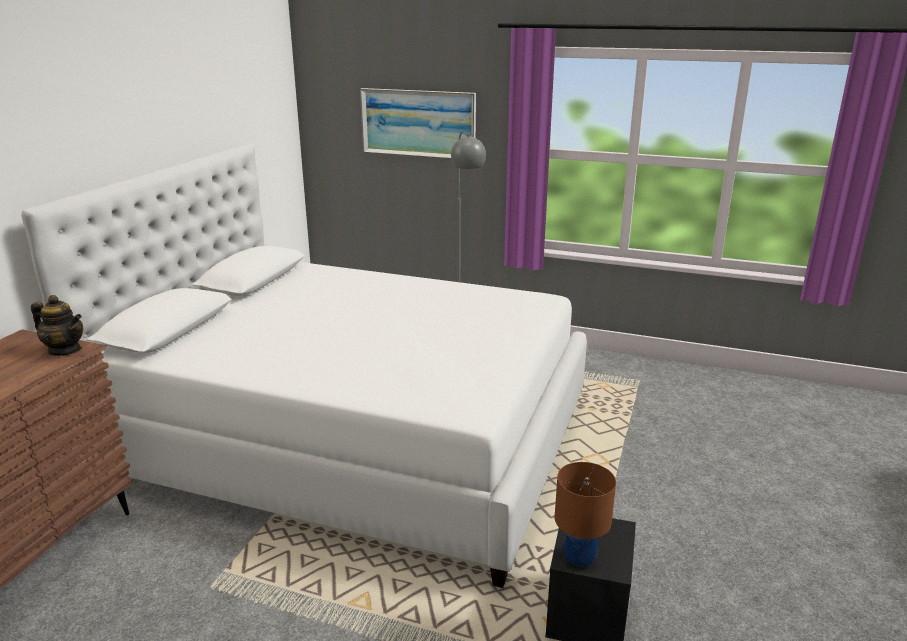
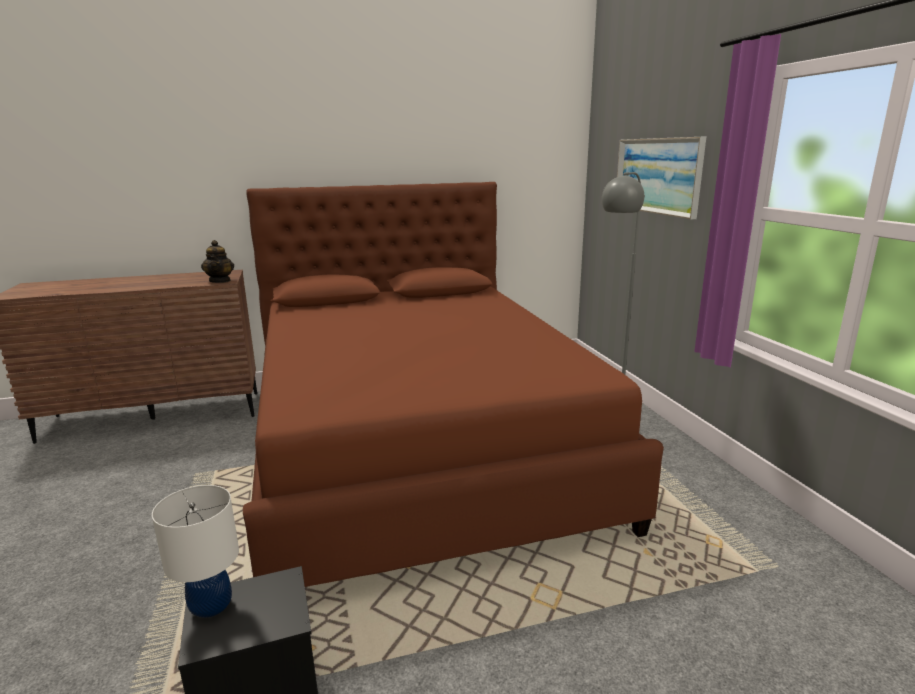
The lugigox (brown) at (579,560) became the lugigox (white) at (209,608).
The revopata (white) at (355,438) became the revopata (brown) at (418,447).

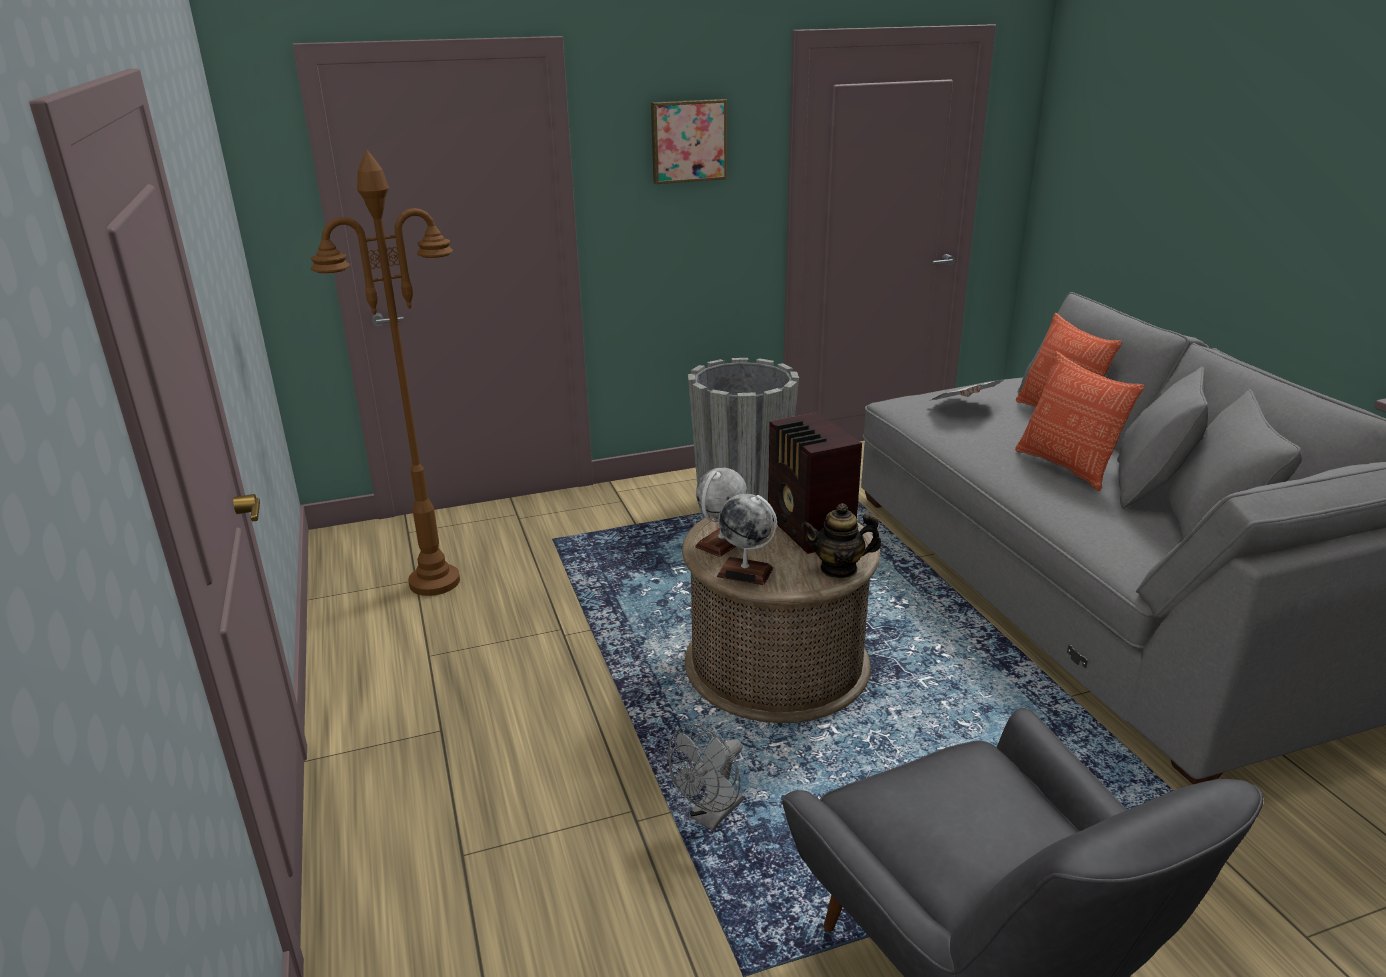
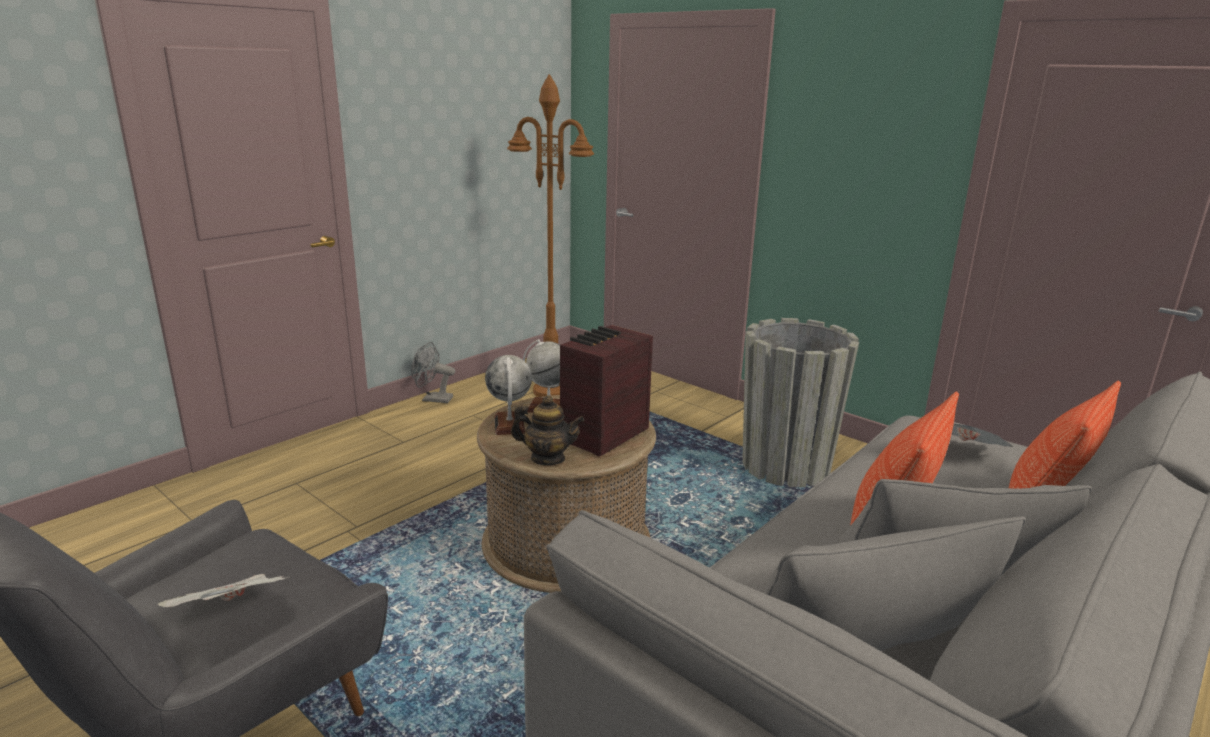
The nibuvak at (234,614) appeared.
The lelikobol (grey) moved from (711,816) to (432,399).
The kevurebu at (839,568) turned 135 degrees clockwise.
The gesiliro at (688,141) disappeared.

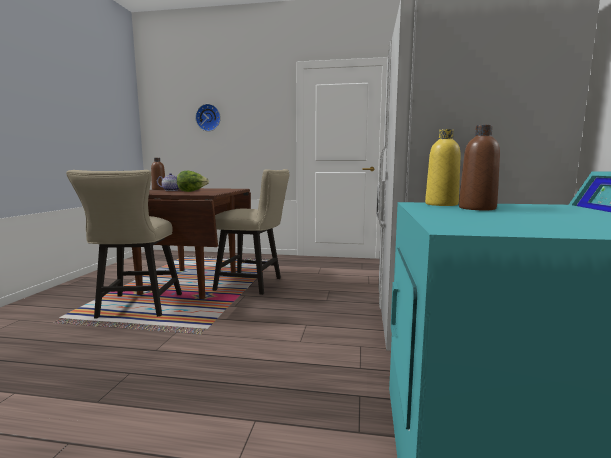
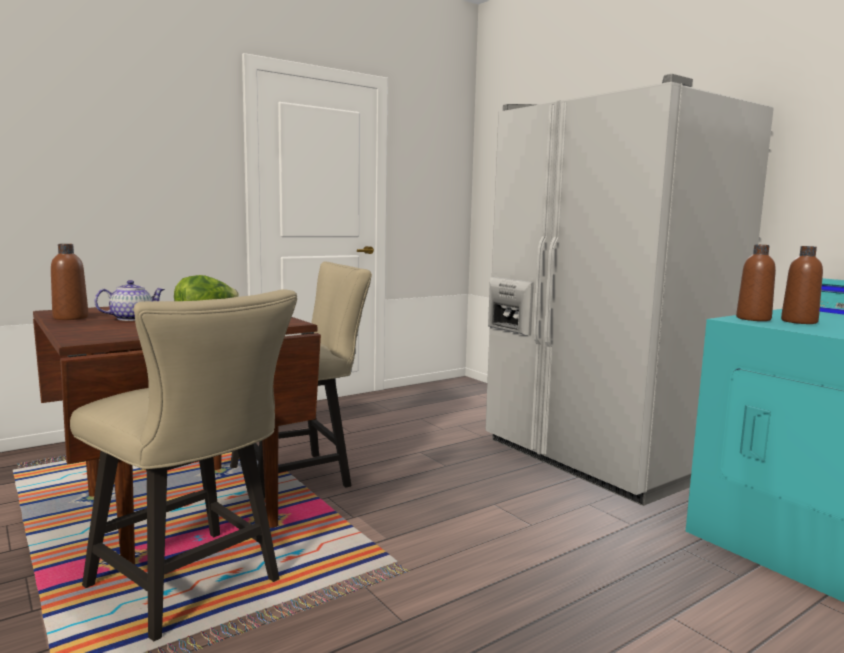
The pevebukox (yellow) at (441,204) became the pevebukox (brown) at (753,319).
The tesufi at (208,117) disappeared.

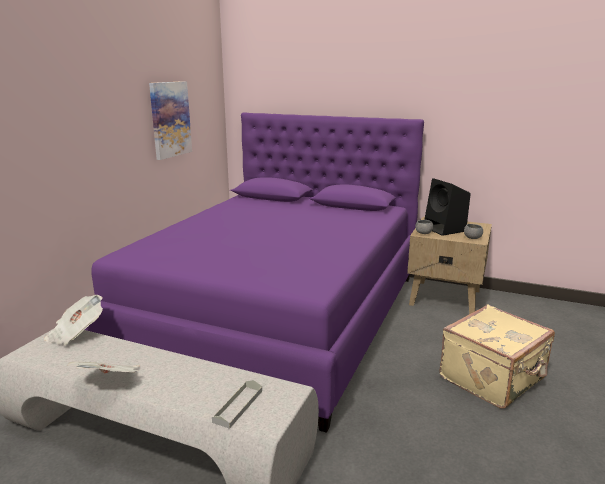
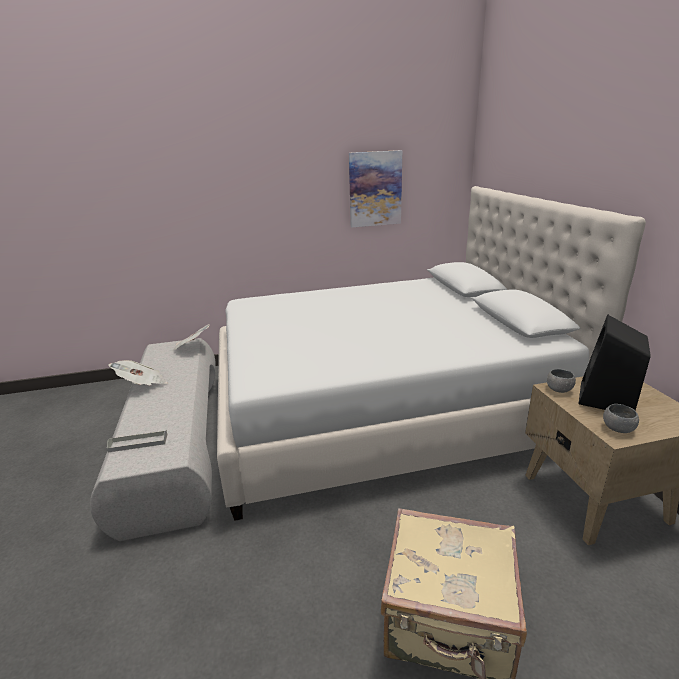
The revopata (purple) at (277,315) became the revopata (white) at (382,408).

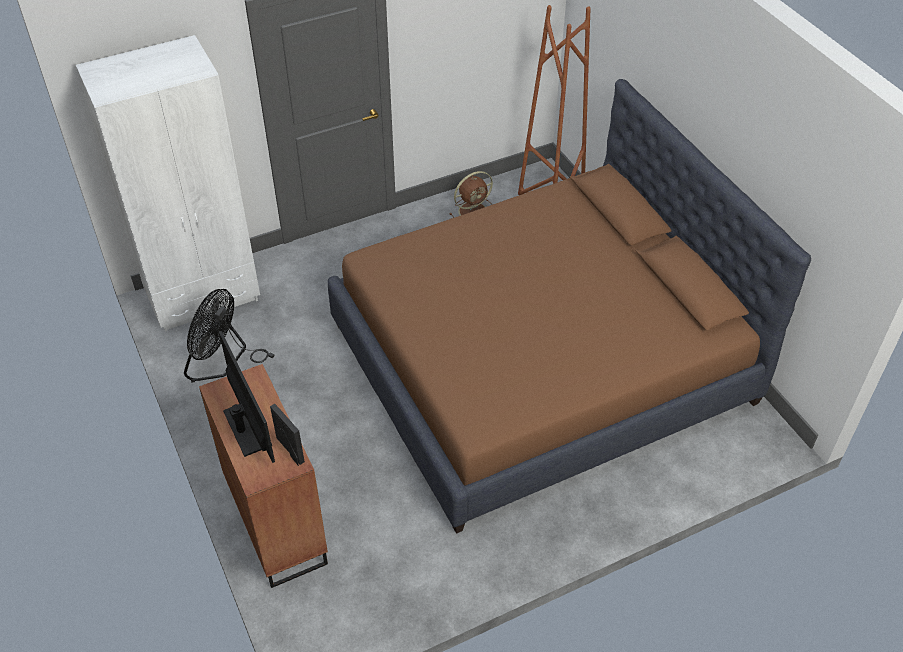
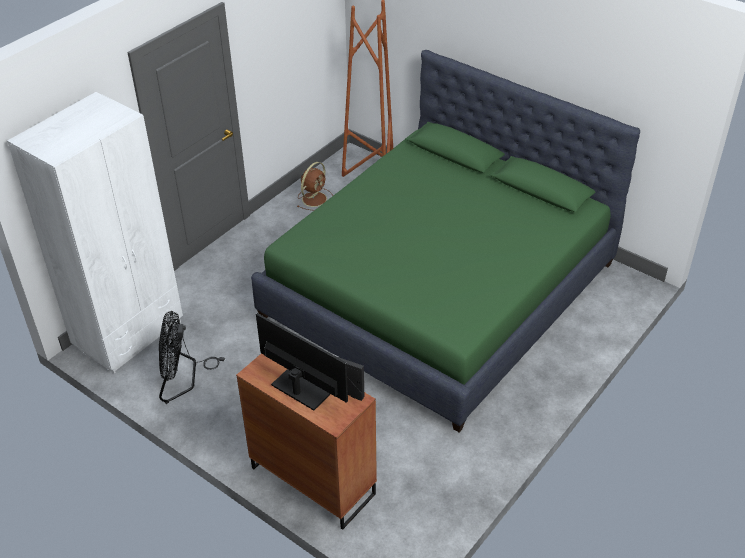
The revopata (brown) at (540,361) became the revopata (green) at (439,289).

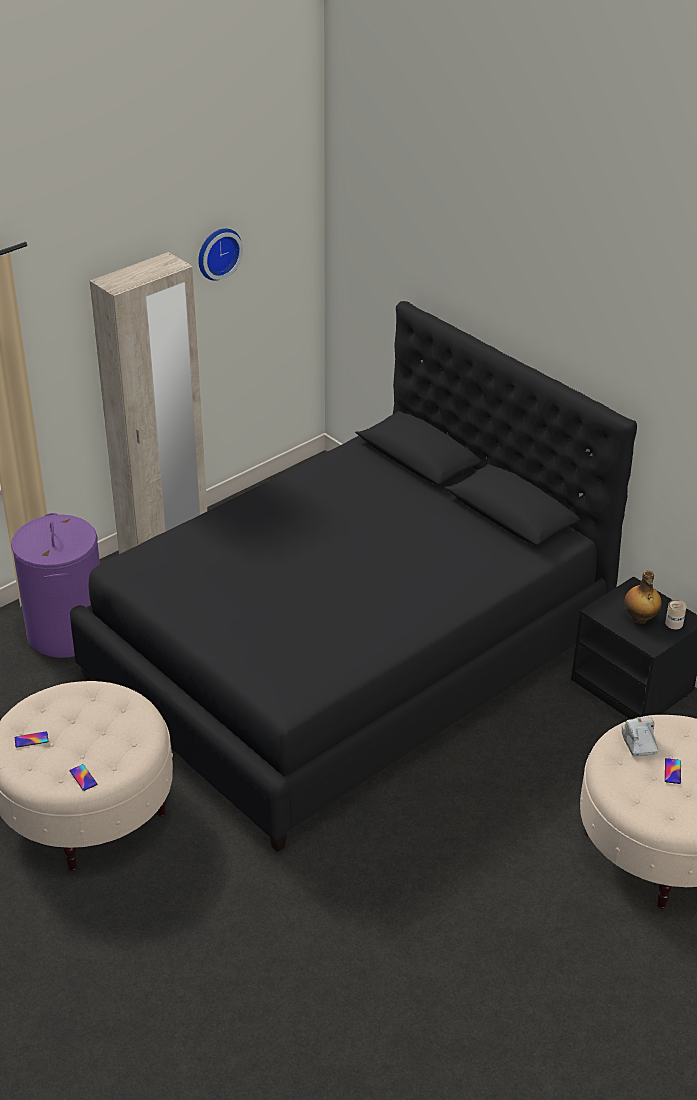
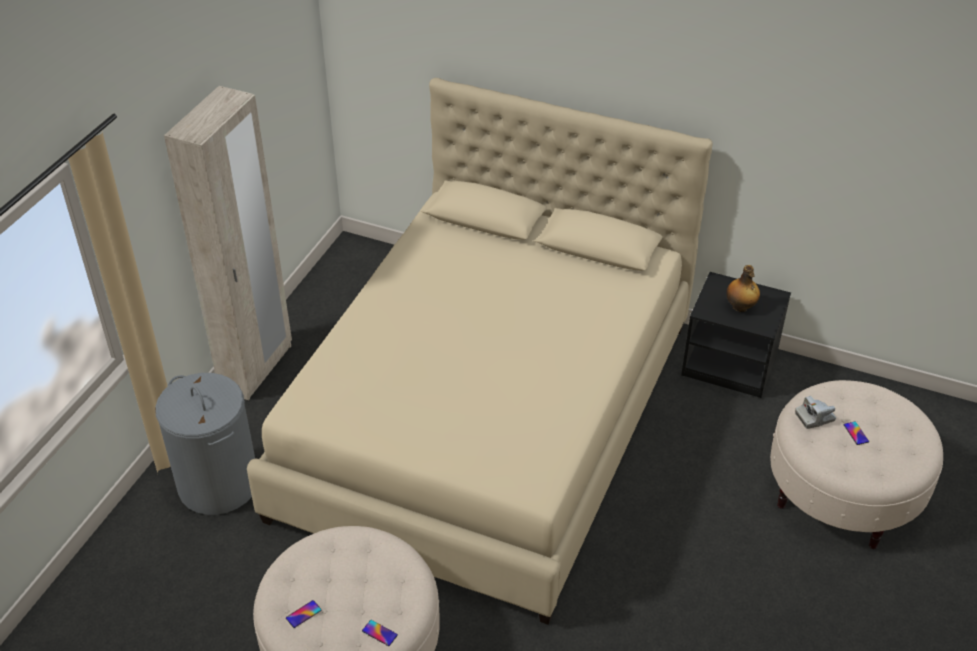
The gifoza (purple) at (66,632) became the gifoza (grey) at (218,484).
The revopata (black) at (349,656) became the revopata (beige) at (489,417).
The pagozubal at (639,742) turned 75 degrees counterclockwise.
The tesufi at (217,252) disappeared.
The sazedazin at (674,623) disappeared.

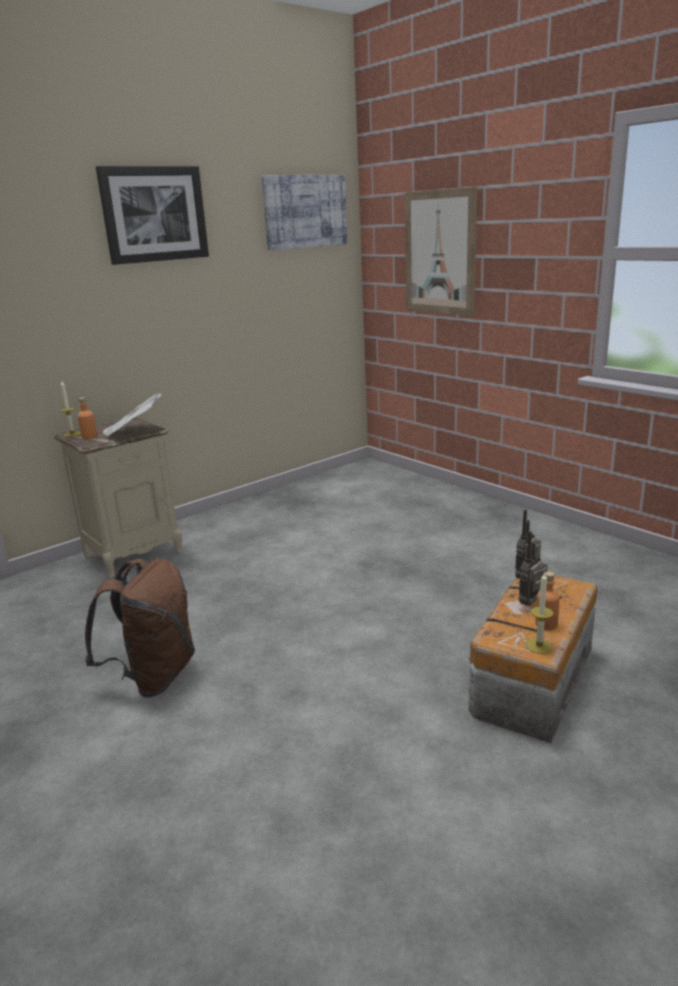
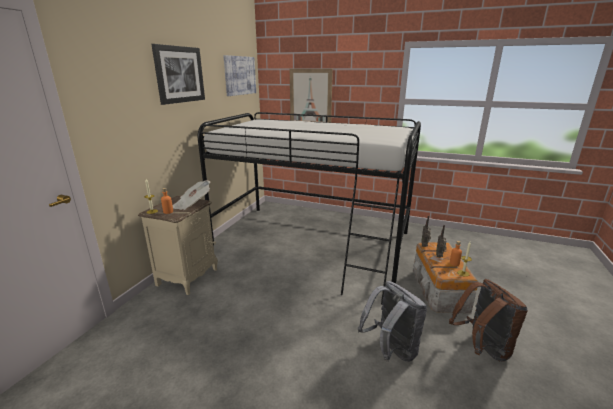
The revopata (black) at (313,240) appeared.
The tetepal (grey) at (391,350) appeared.
The tetepal (brown) moved from (154,676) to (482,348).

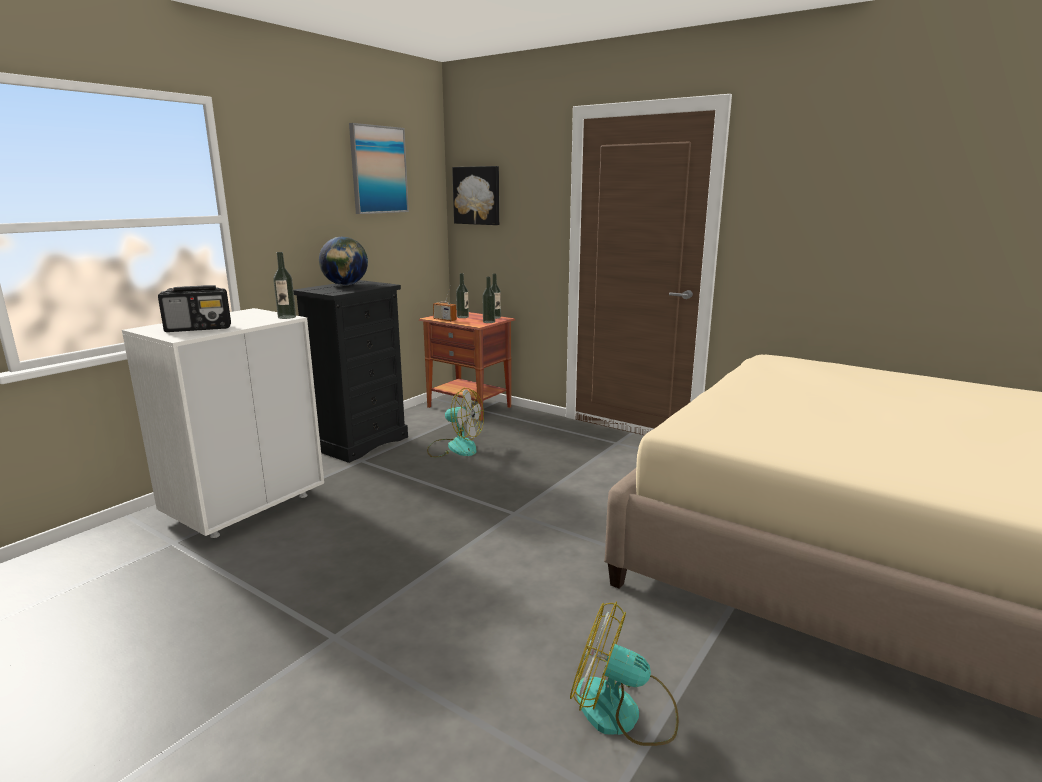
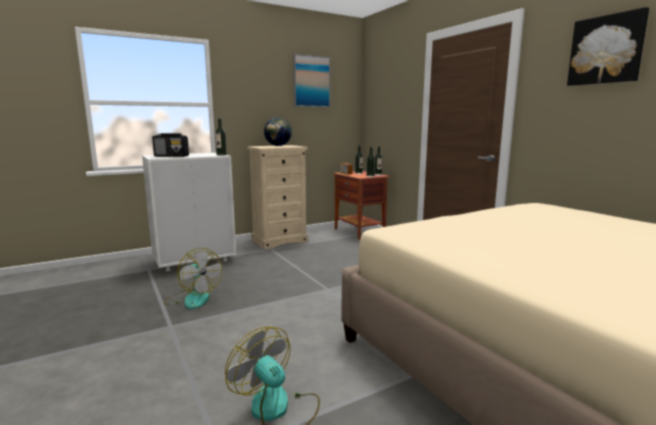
The lelikobol moved from (455,447) to (193,298).
The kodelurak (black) at (360,442) became the kodelurak (beige) at (279,241).
The gesiliro moved from (477,195) to (606,50).

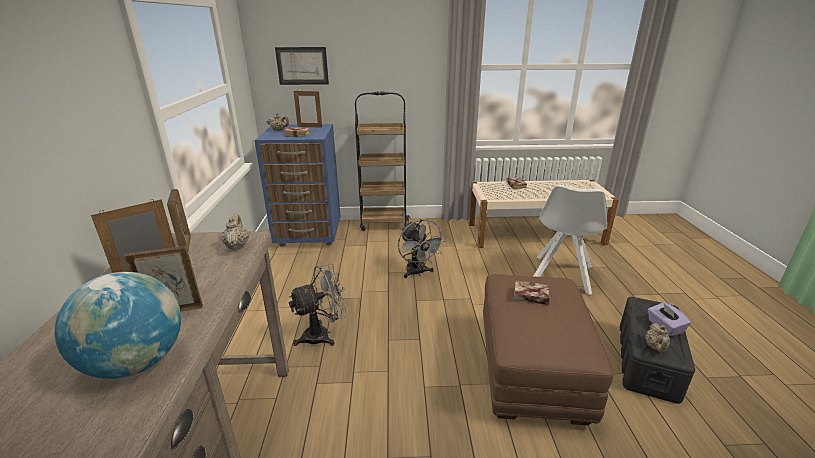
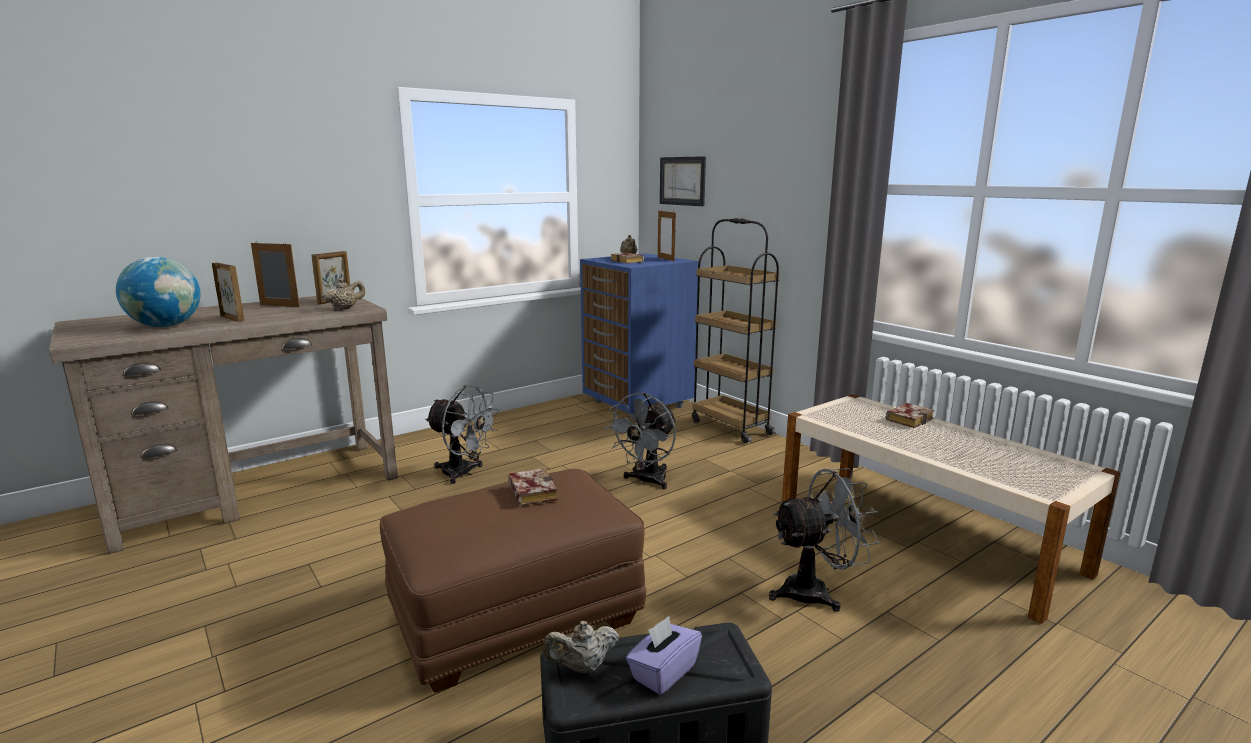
The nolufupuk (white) at (561,275) was replaced by the lelikobol (grey) at (816,592).

